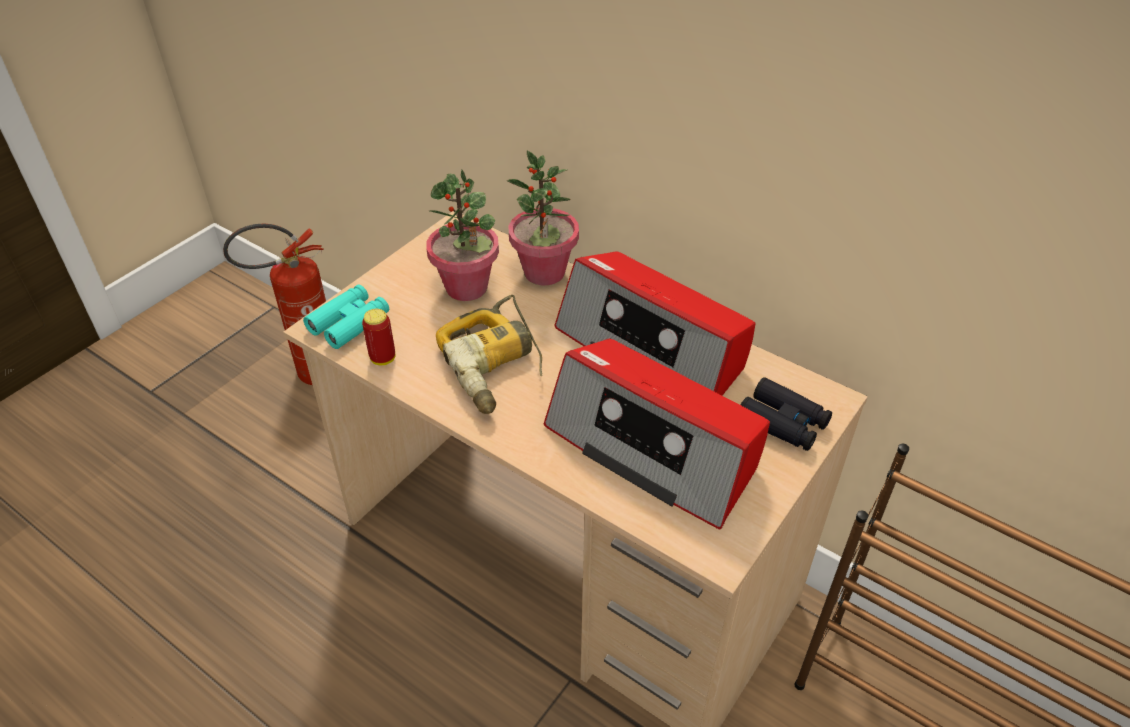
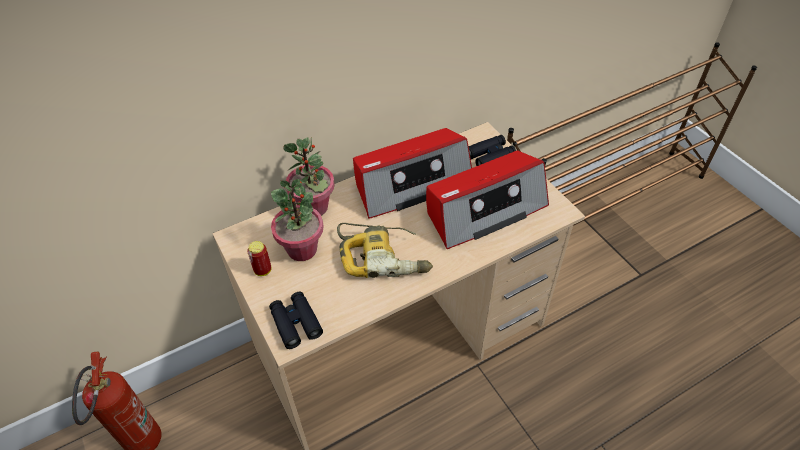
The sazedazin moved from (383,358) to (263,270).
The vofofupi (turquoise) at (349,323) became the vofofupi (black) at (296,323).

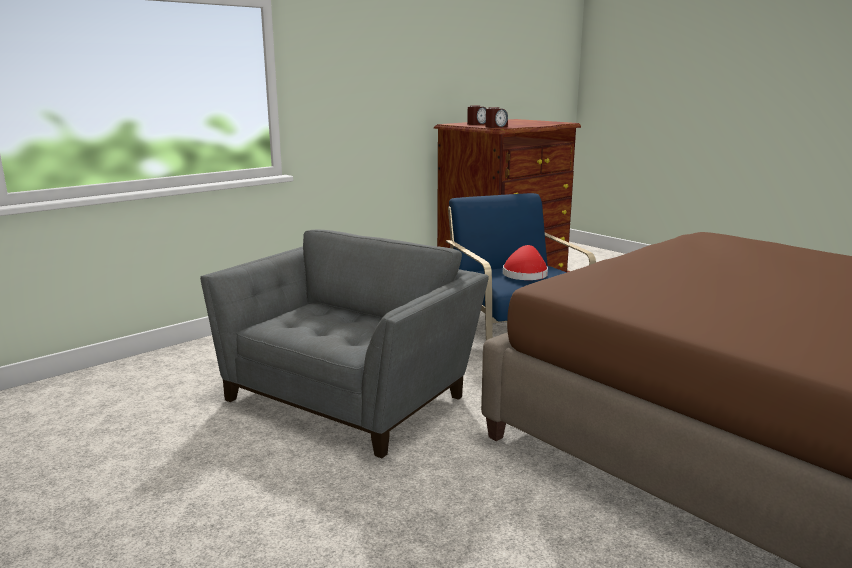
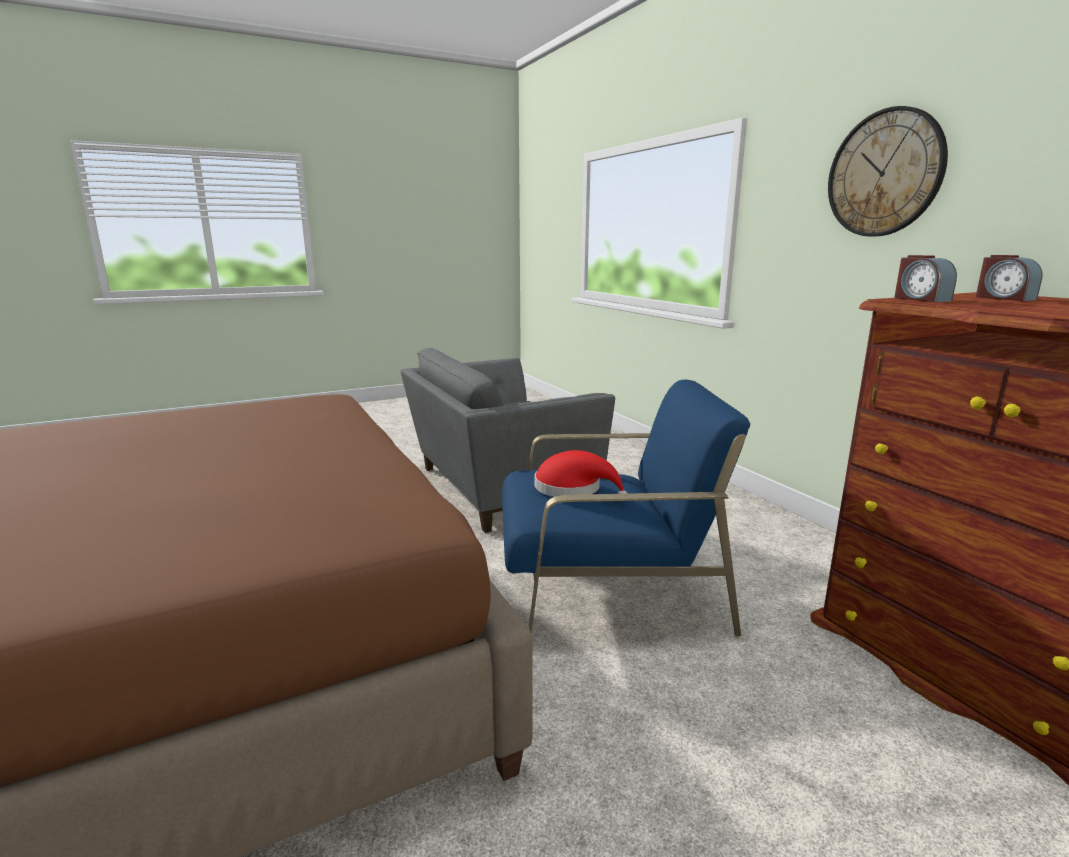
The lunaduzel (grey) at (350,395) turned 105 degrees clockwise.
The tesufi at (884,173) appeared.

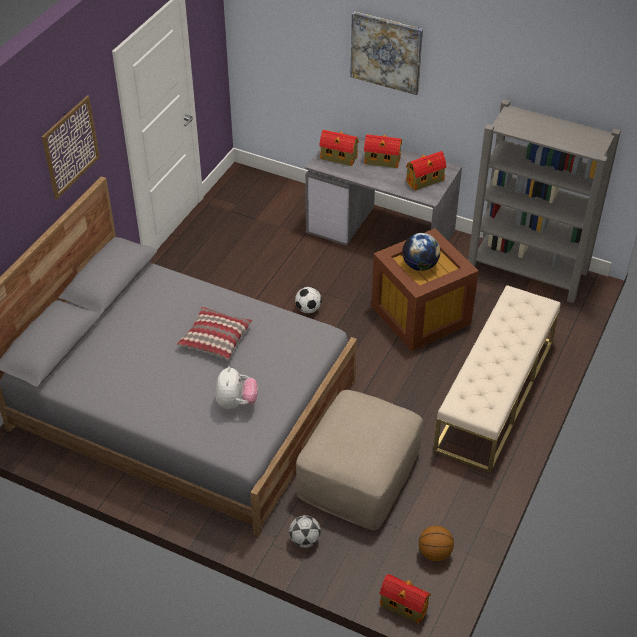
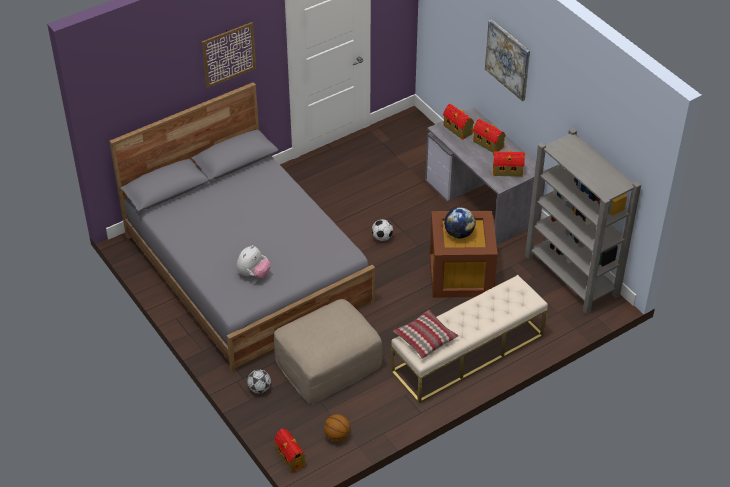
The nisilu moved from (215,339) to (425,338).

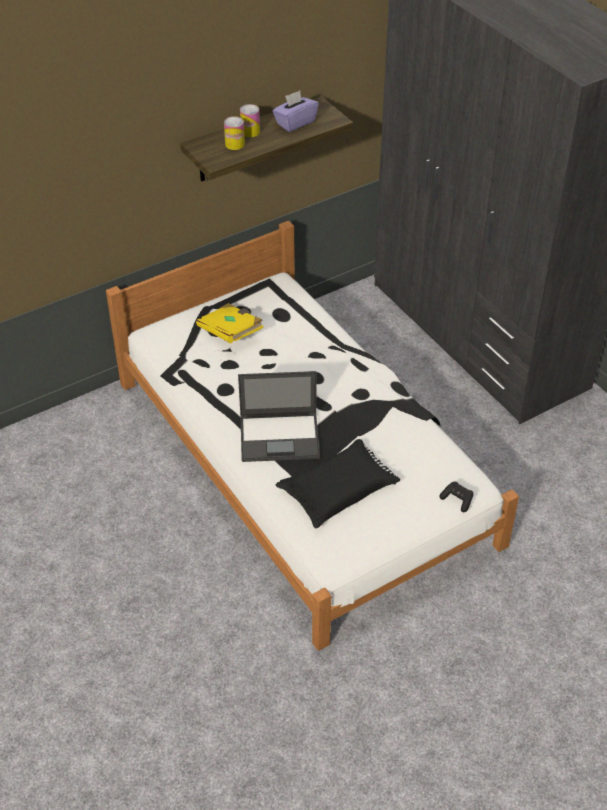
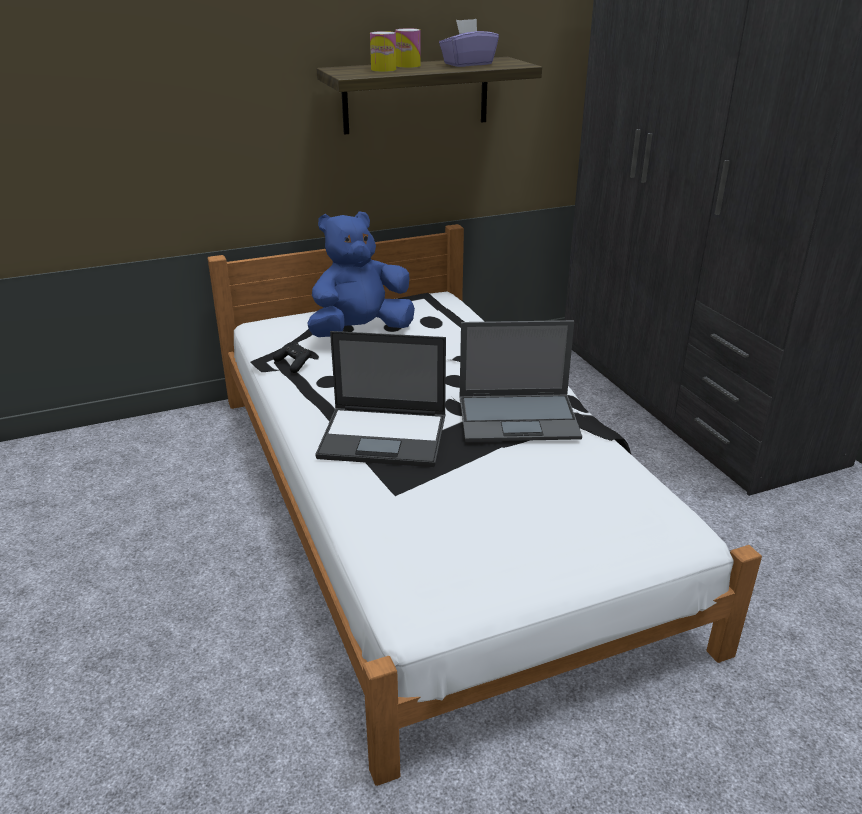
The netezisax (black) moved from (457,500) to (294,364).
The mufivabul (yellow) at (231,333) was replaced by the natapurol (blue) at (360,331).
The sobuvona at (519,417) appeared.
The nisilu (black) at (338,488) disappeared.

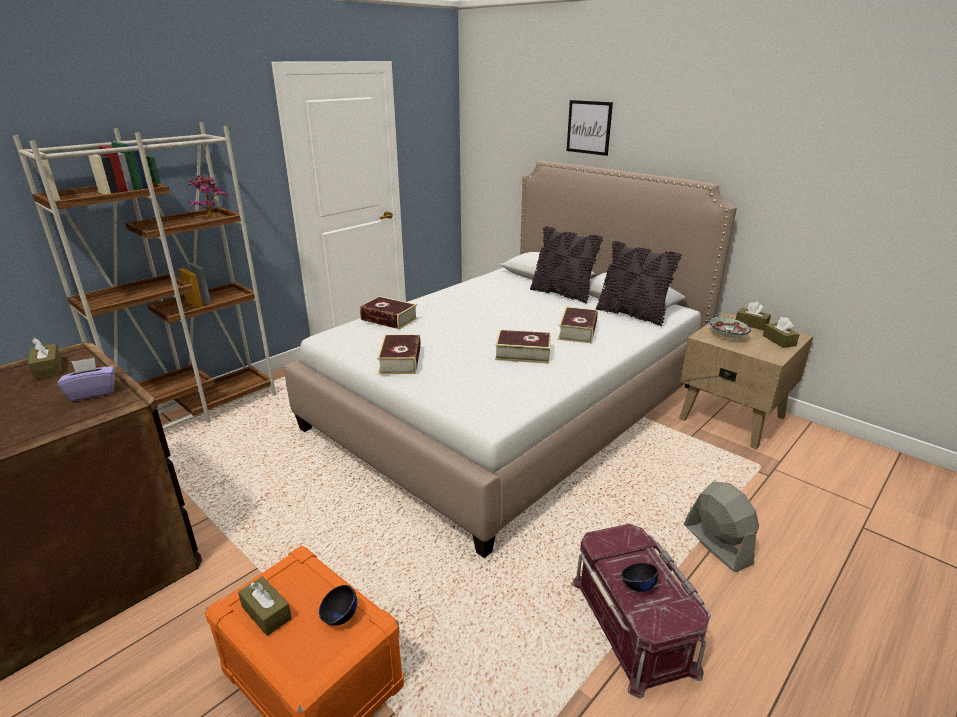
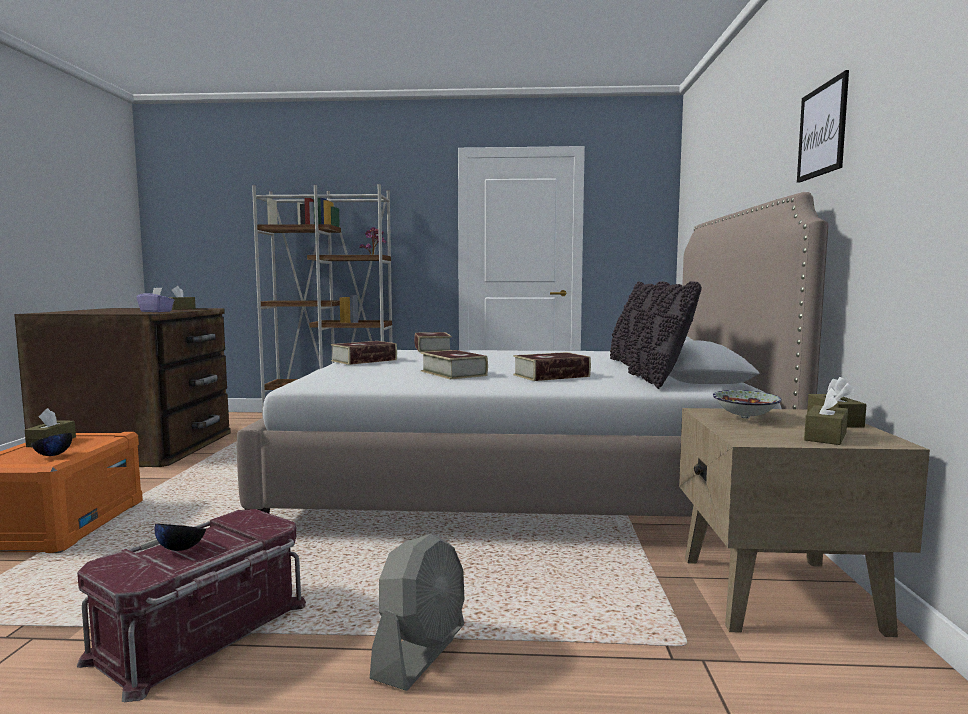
The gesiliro moved from (589,127) to (822,130).

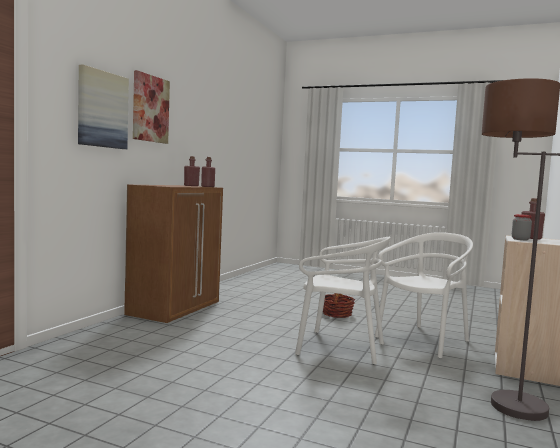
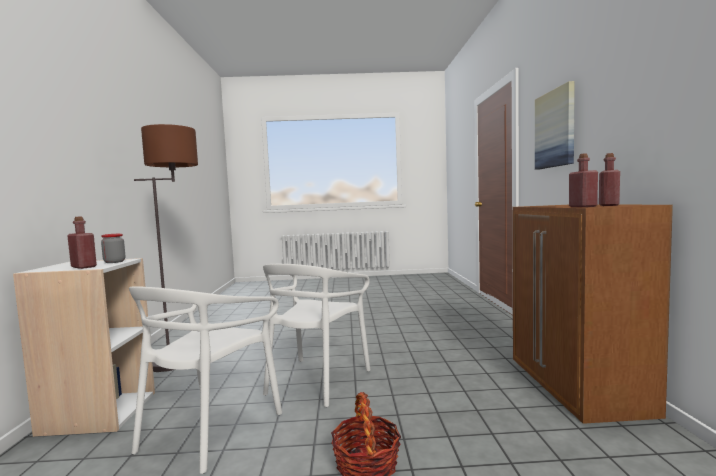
The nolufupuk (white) at (340,348) turned 60 degrees counterclockwise.
The gesiliro at (150,109) disappeared.

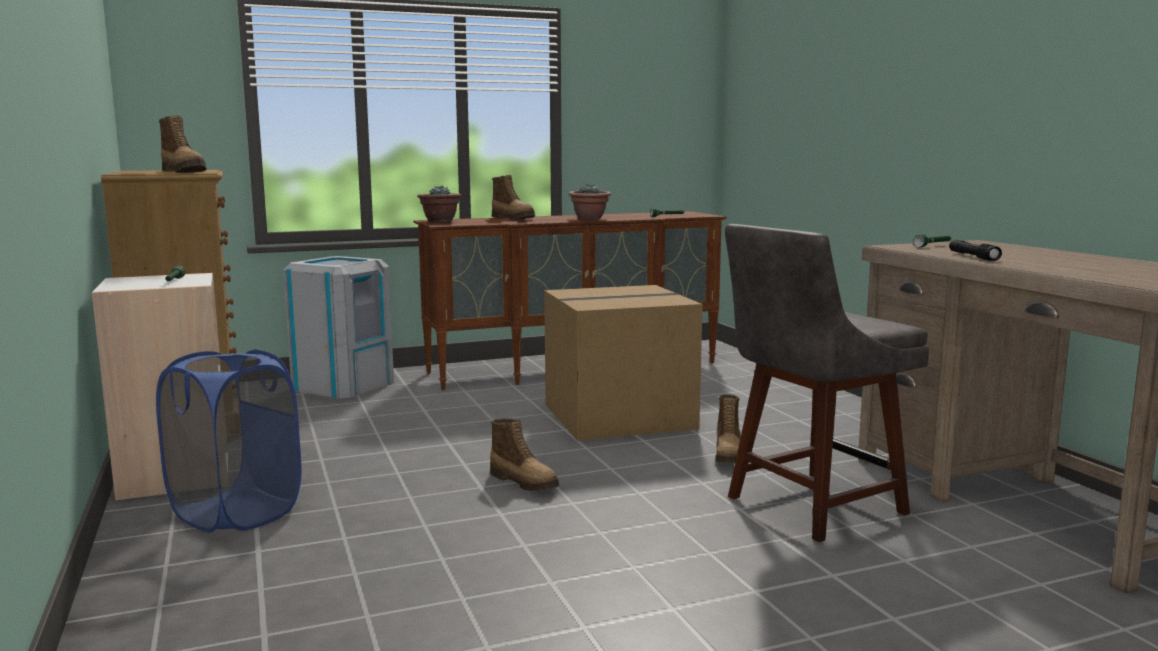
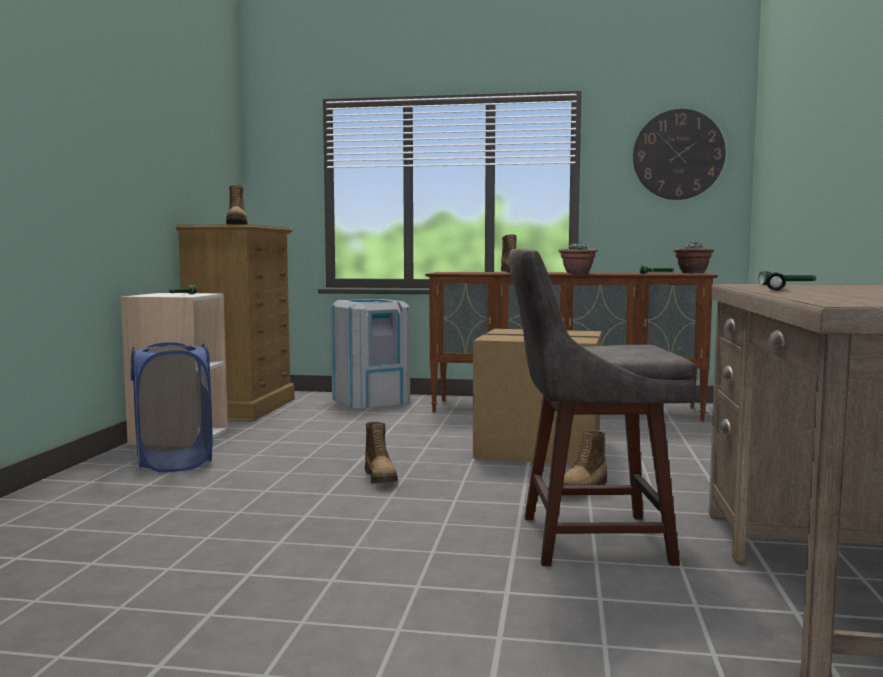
The tesufi at (678,154) appeared.
The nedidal moved from (440,221) to (692,273).

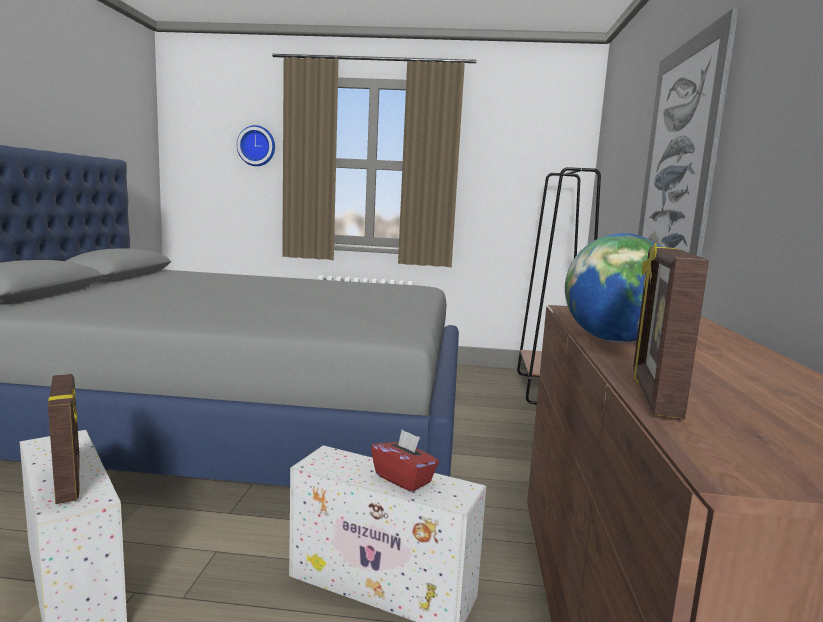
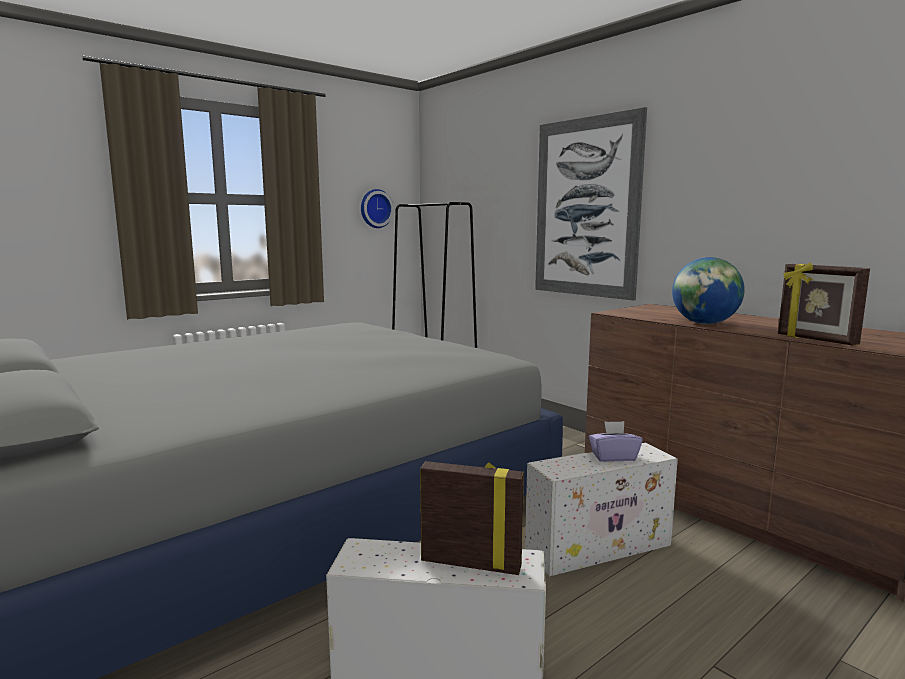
The tesufi moved from (257,146) to (375,208).
The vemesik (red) at (404,479) became the vemesik (purple) at (613,457).

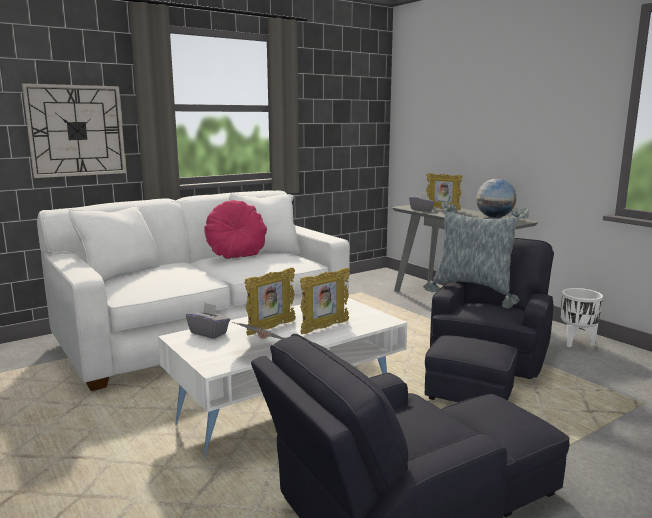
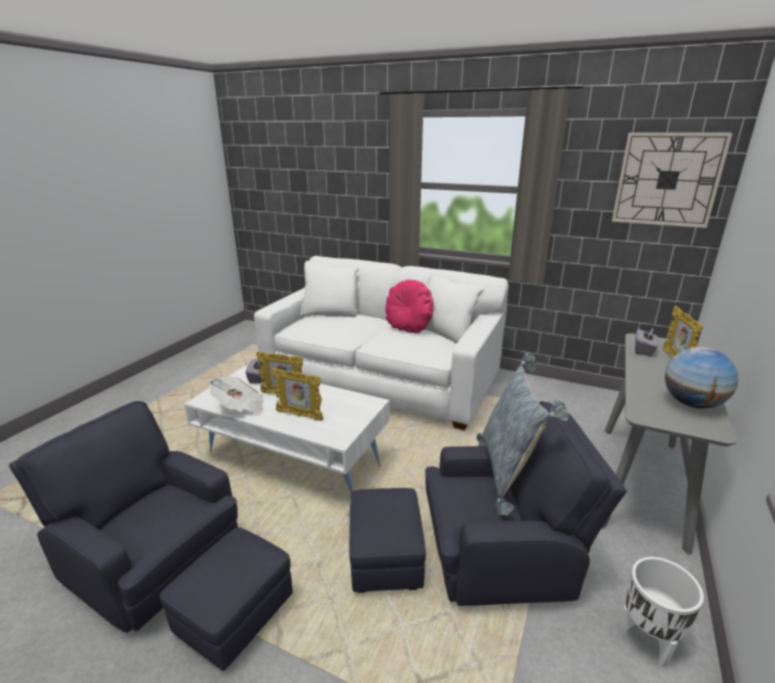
The tesufi moved from (76,131) to (667,180).

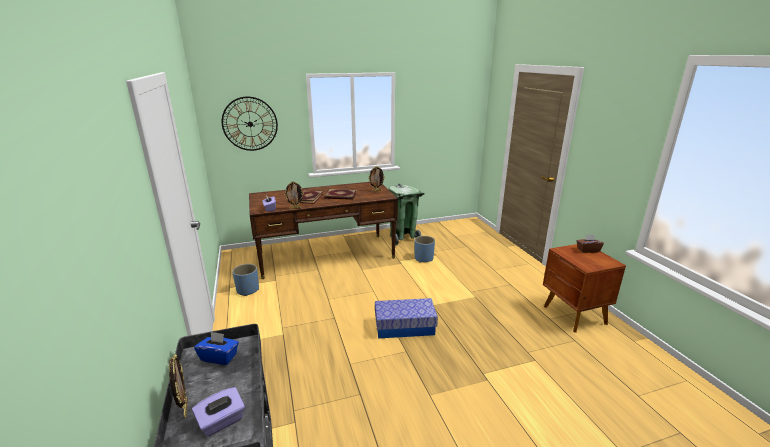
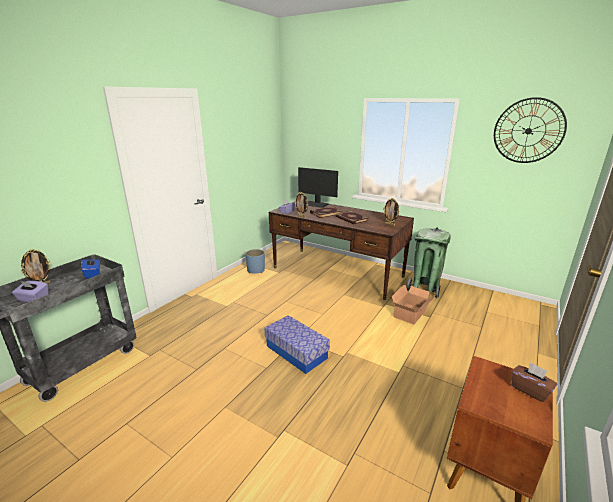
The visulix at (316,204) appeared.
The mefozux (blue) at (424,258) was replaced by the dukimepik at (411,313).
The tesufi moved from (250,124) to (528,131).

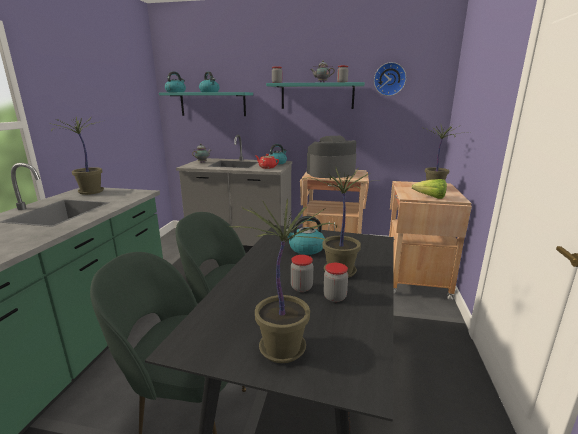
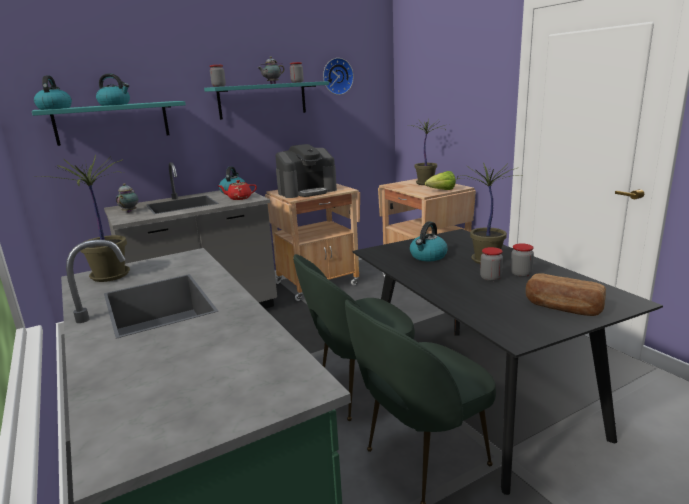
The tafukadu at (330,173) turned 150 degrees counterclockwise.
The nedidal at (284,347) was replaced by the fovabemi at (563,307).

